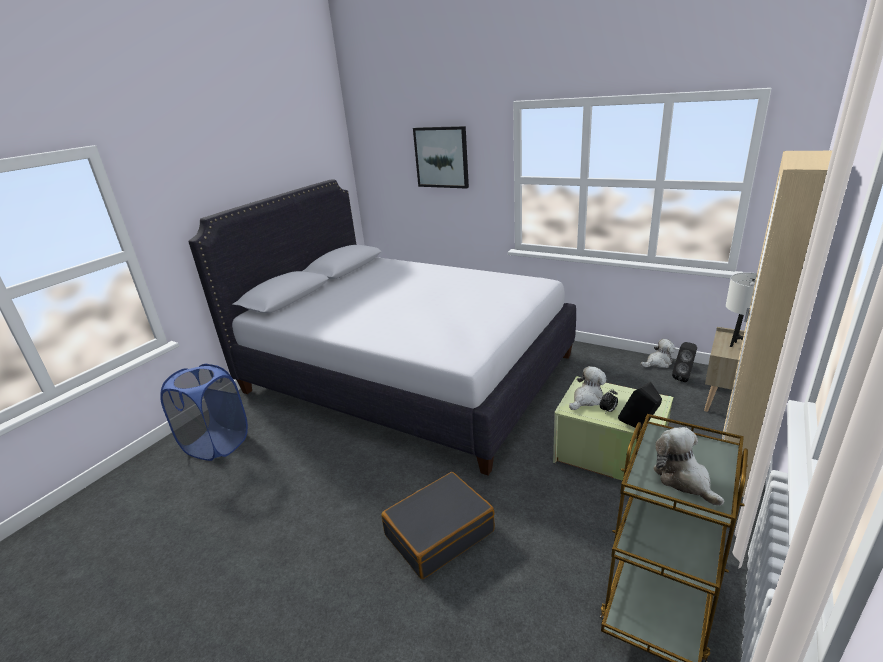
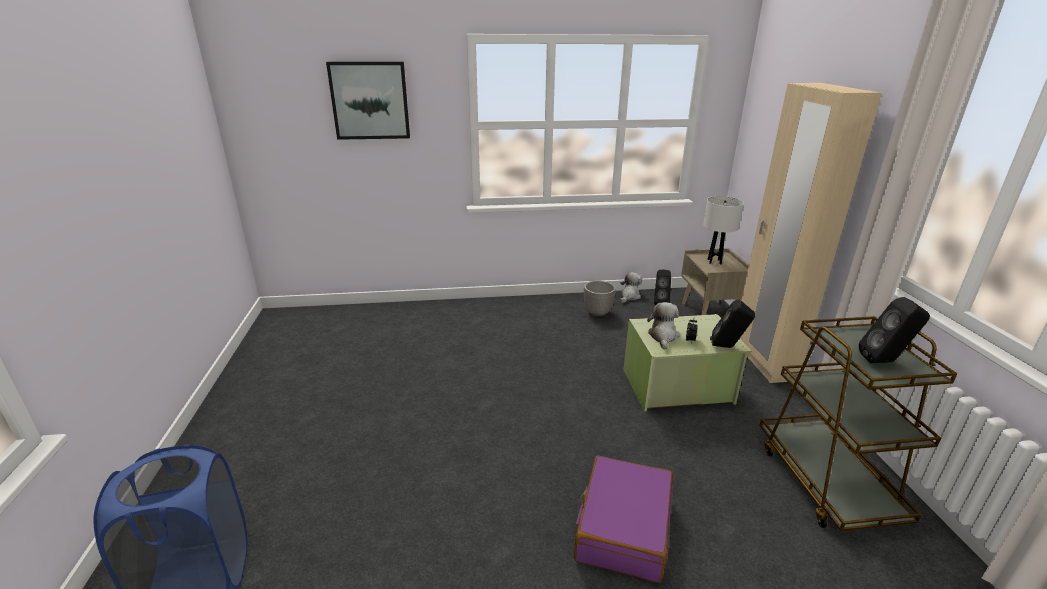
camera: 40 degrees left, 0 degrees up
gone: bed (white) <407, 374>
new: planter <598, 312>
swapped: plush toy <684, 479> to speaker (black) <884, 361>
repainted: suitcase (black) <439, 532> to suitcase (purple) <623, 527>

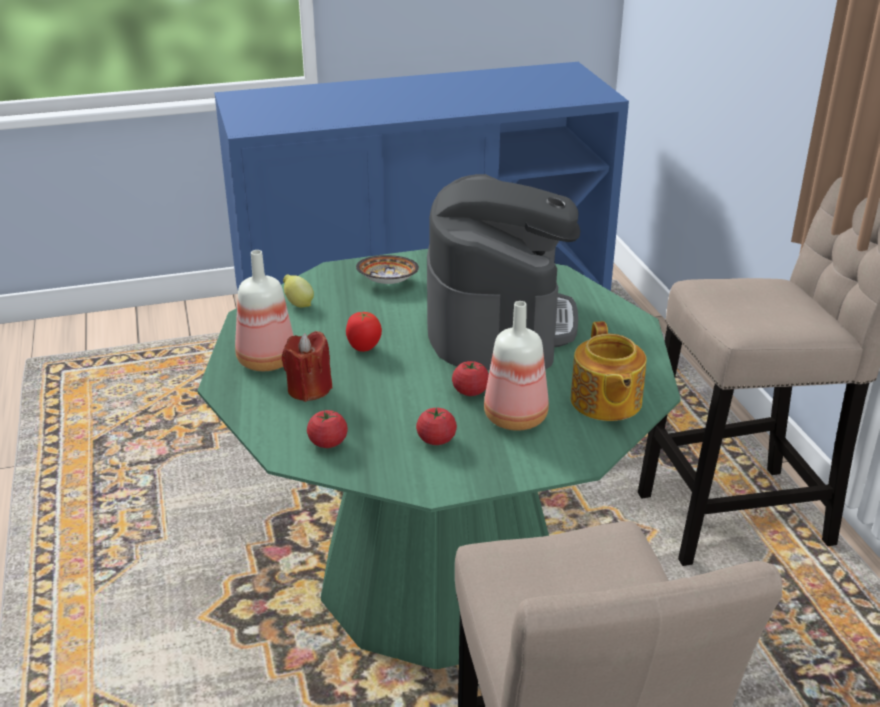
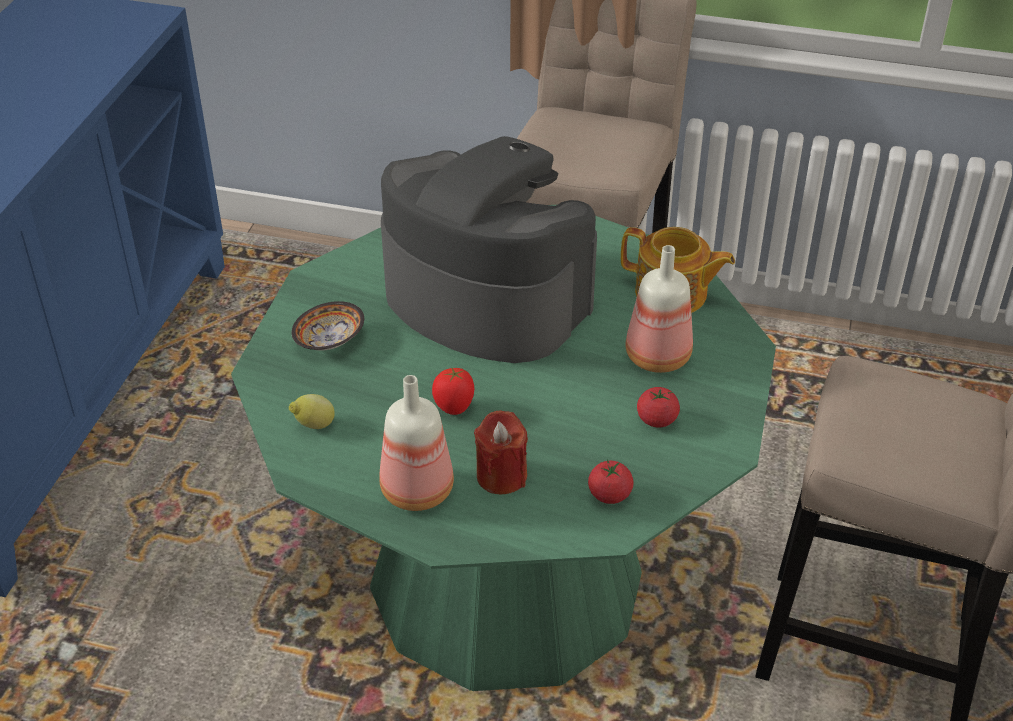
camera: 60 degrees left, 10 degrees up
gone: tomato <470, 391>

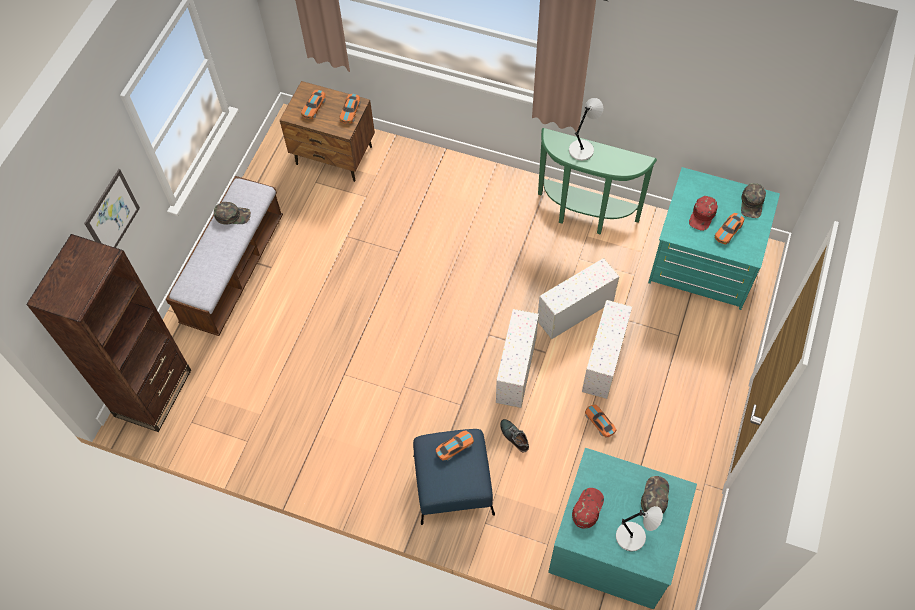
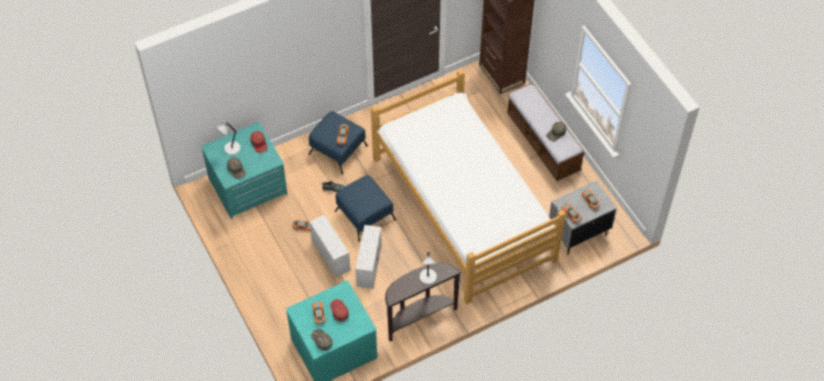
camera: 130 degrees right, 5 degrees down
gone: picture <112, 215>
new: bed <462, 209>
swapped: storage box (white) <516, 371> to ottoman (blue) <365, 215>
repainted: nightstand (brown) <334, 156> to nightstand (grey) <578, 232>; console table (green) <585, 216> to console table (brown) <418, 317>

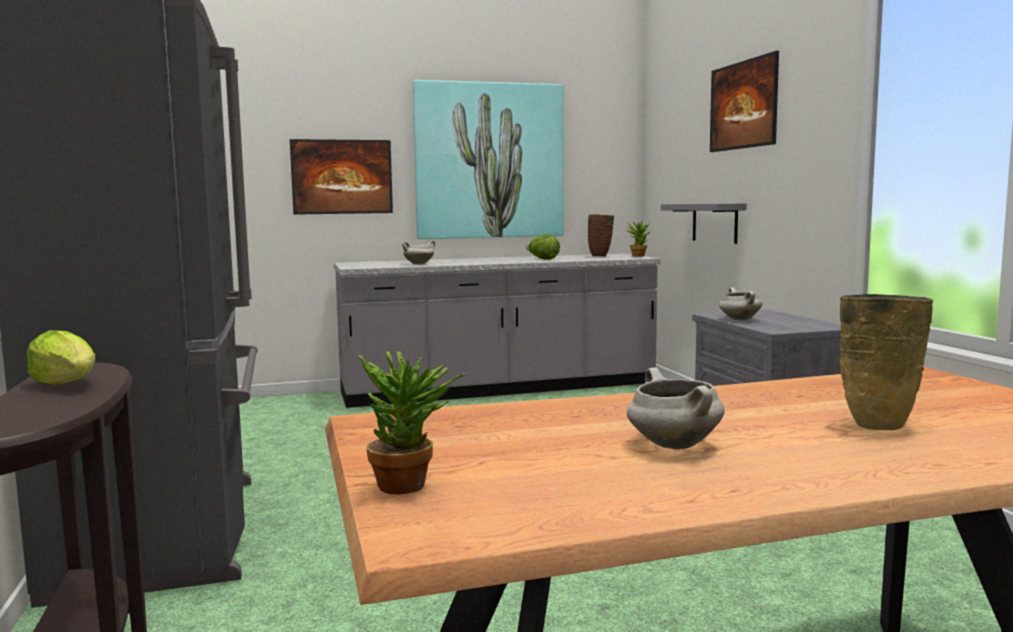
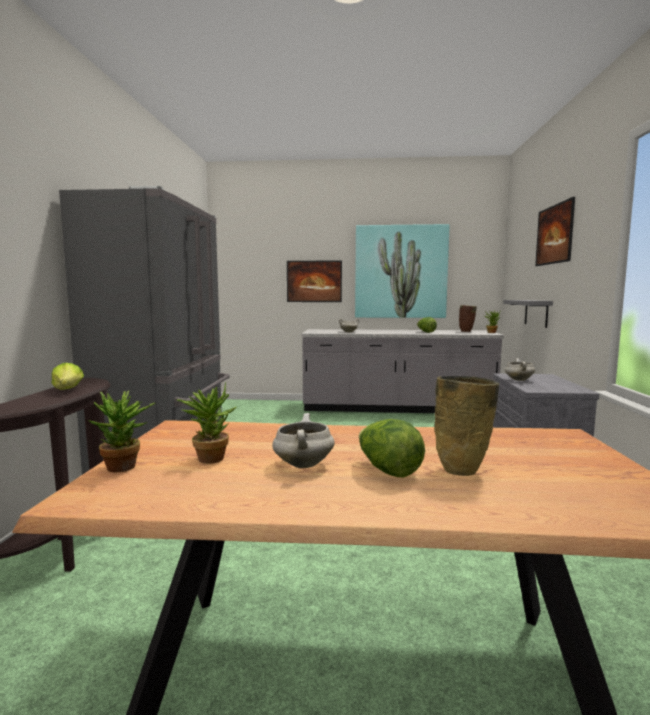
camera: 20 degrees right, 0 degrees up
new: potted plant <209, 457>; lettuce <388, 471>

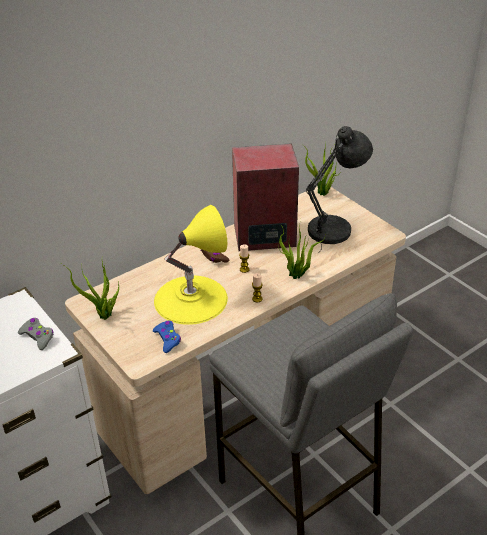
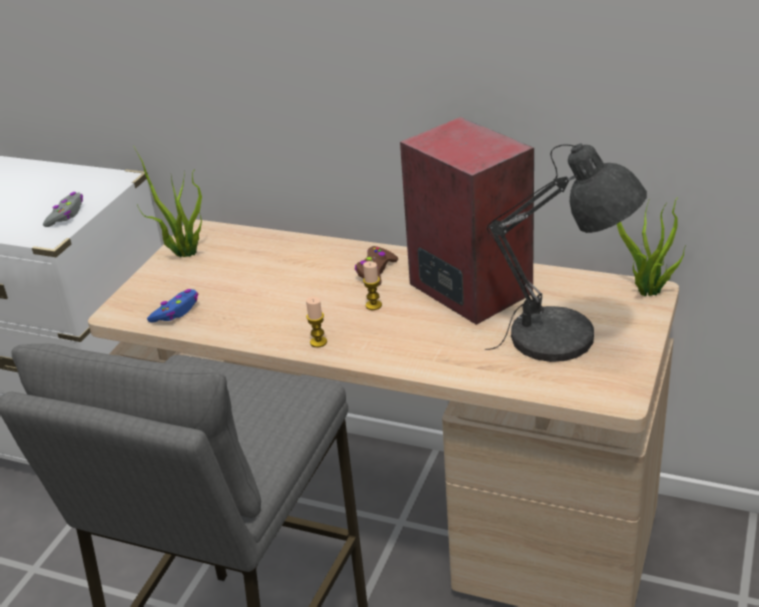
camera: 60 degrees right, 5 degrees down
gone: table lamp (yellow) <191, 299>; potted plant <297, 276>

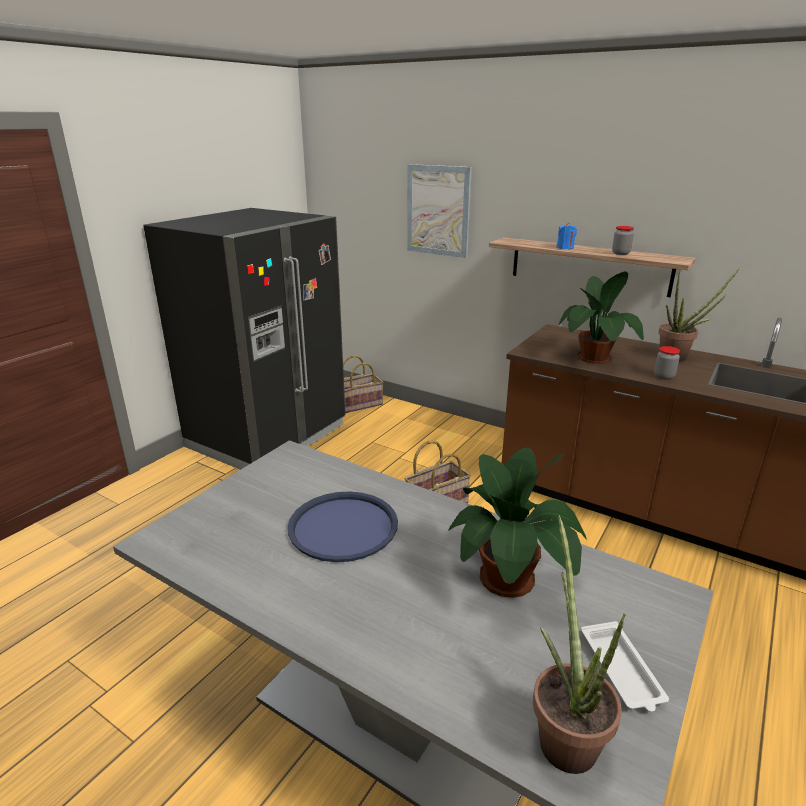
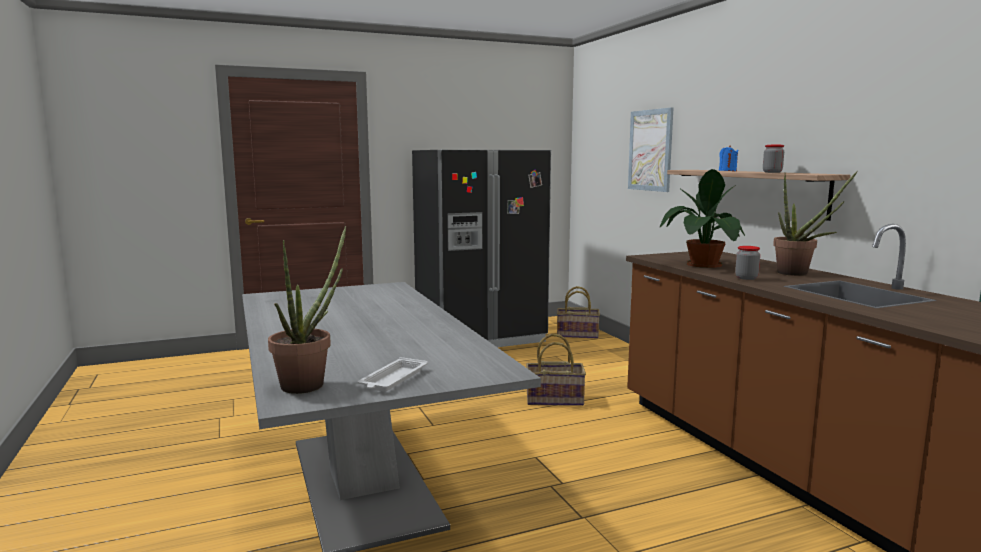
camera: 35 degrees right, 15 degrees down
gone: tray (blue) <343, 527>; potted plant <510, 581>

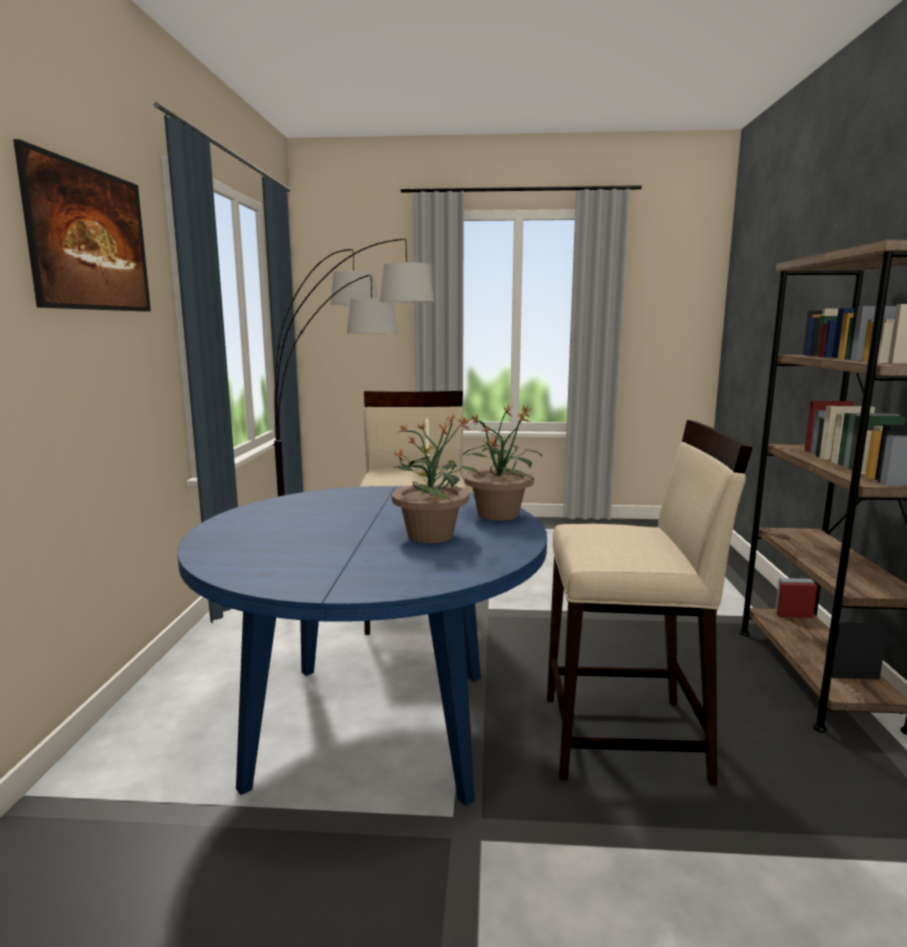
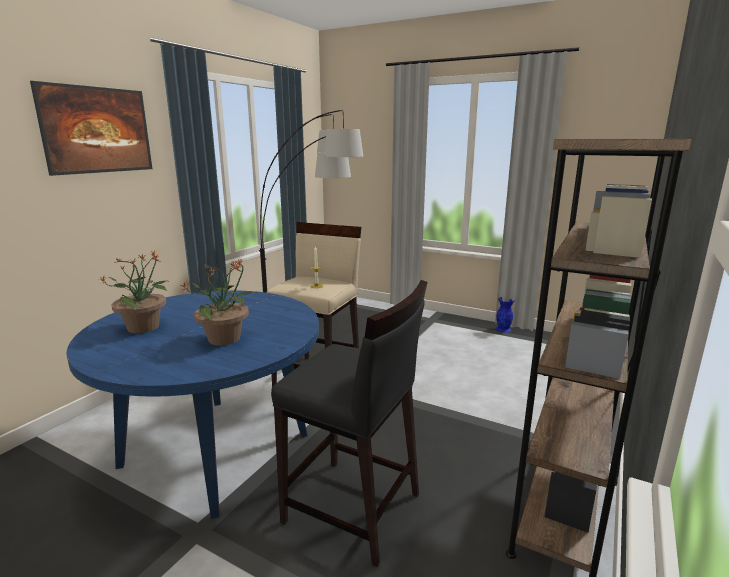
camera: 25 degrees right, 5 degrees up
new: vase (blue) <503, 329>
shifted: potted plant <498, 514> to <144, 327>
repainted: stool (beige) <625, 738> to stool (black) <353, 509>

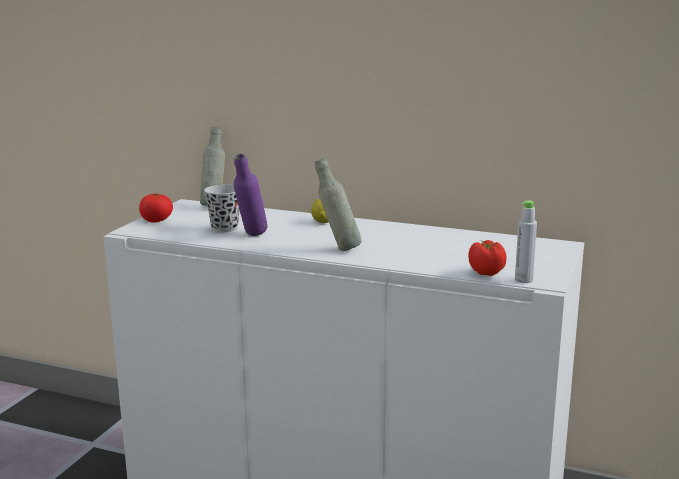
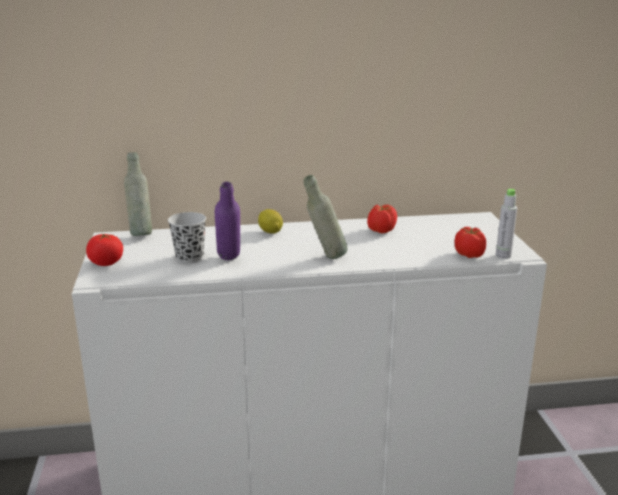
camera: 30 degrees left, 5 degrees up
new: tomato <381, 230>

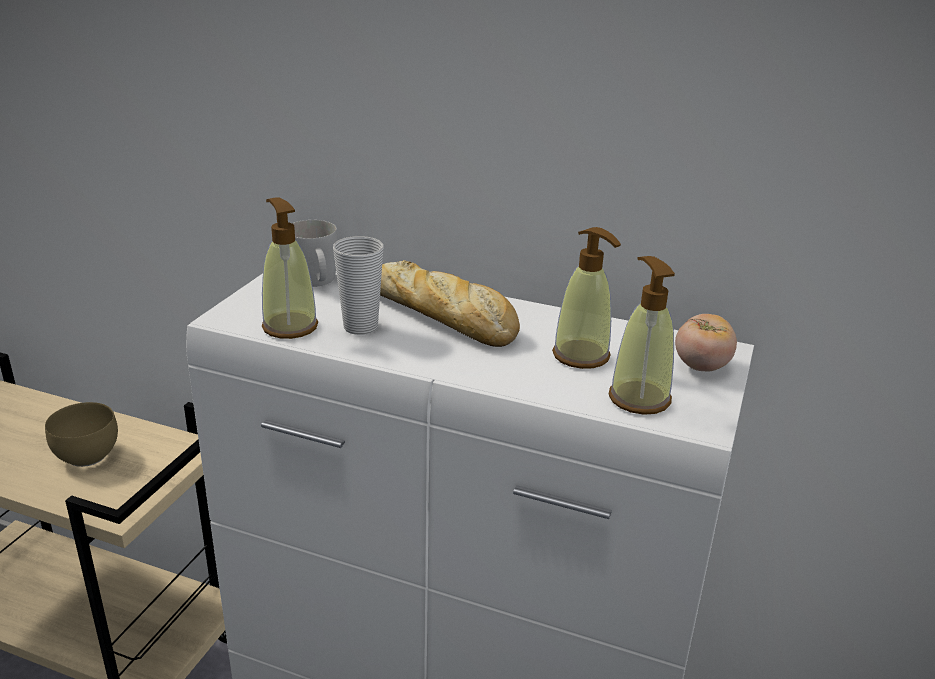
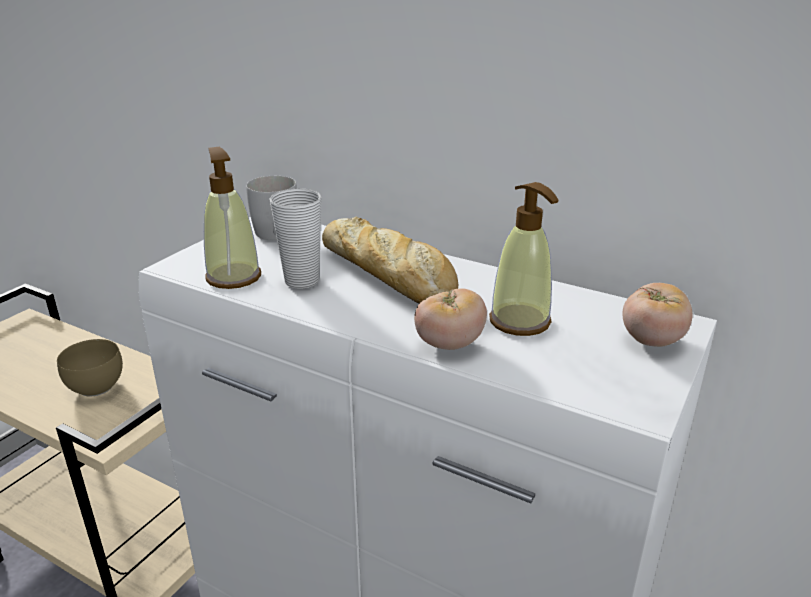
camera: 10 degrees right, 0 degrees up
gone: soap dispenser <639, 398>
new: tomato <449, 344>

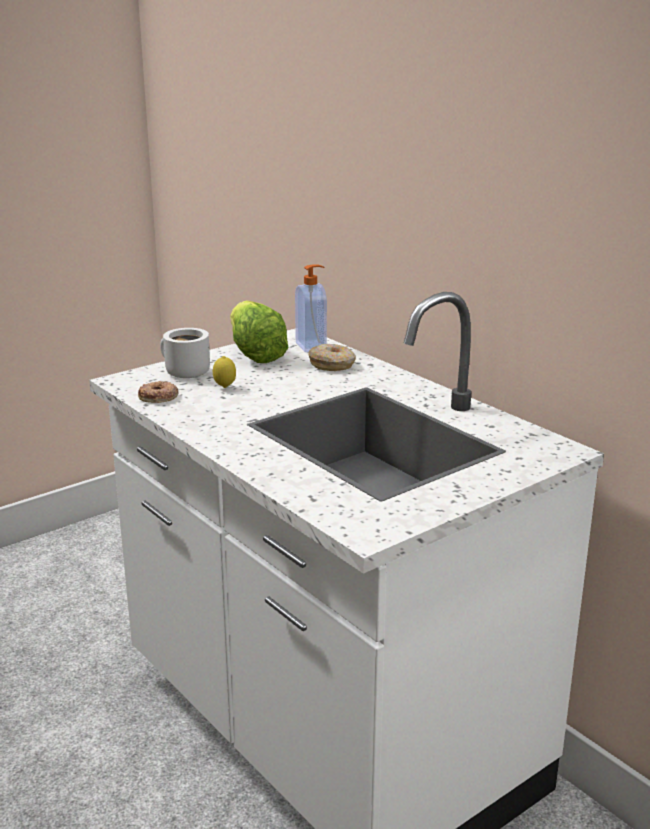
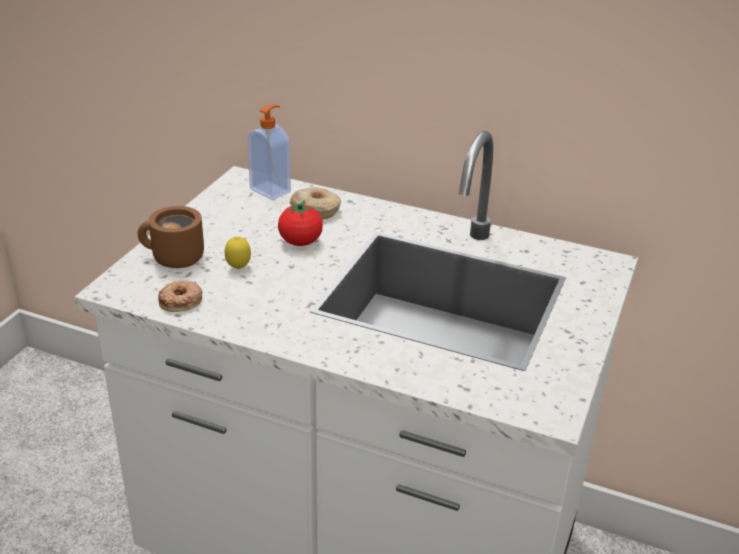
camera: 30 degrees left, 10 degrees up
gone: lettuce <255, 353>
new: tomato <300, 242>
repainted: mug (white) <183, 373> to mug (brown) <173, 259>

